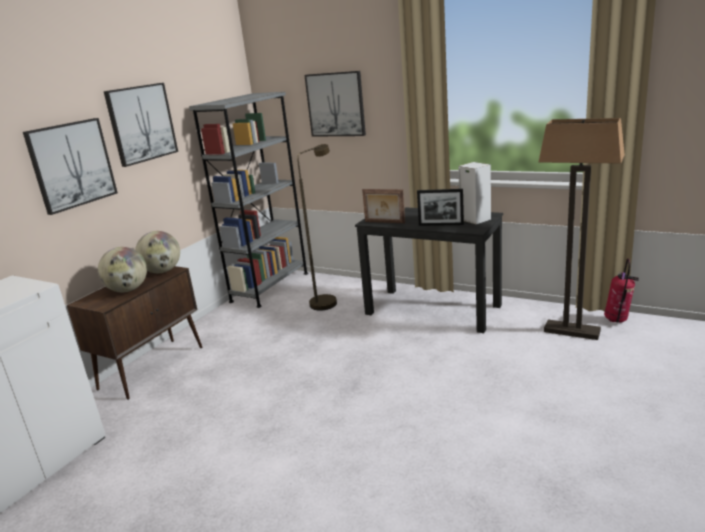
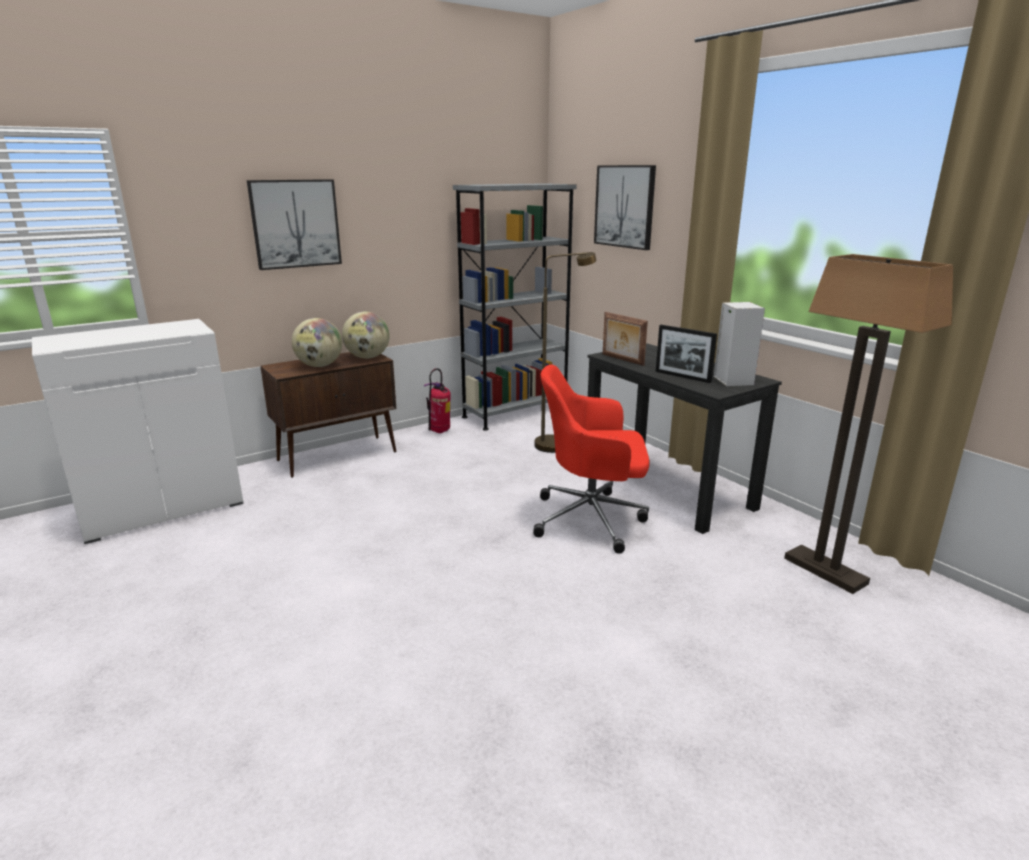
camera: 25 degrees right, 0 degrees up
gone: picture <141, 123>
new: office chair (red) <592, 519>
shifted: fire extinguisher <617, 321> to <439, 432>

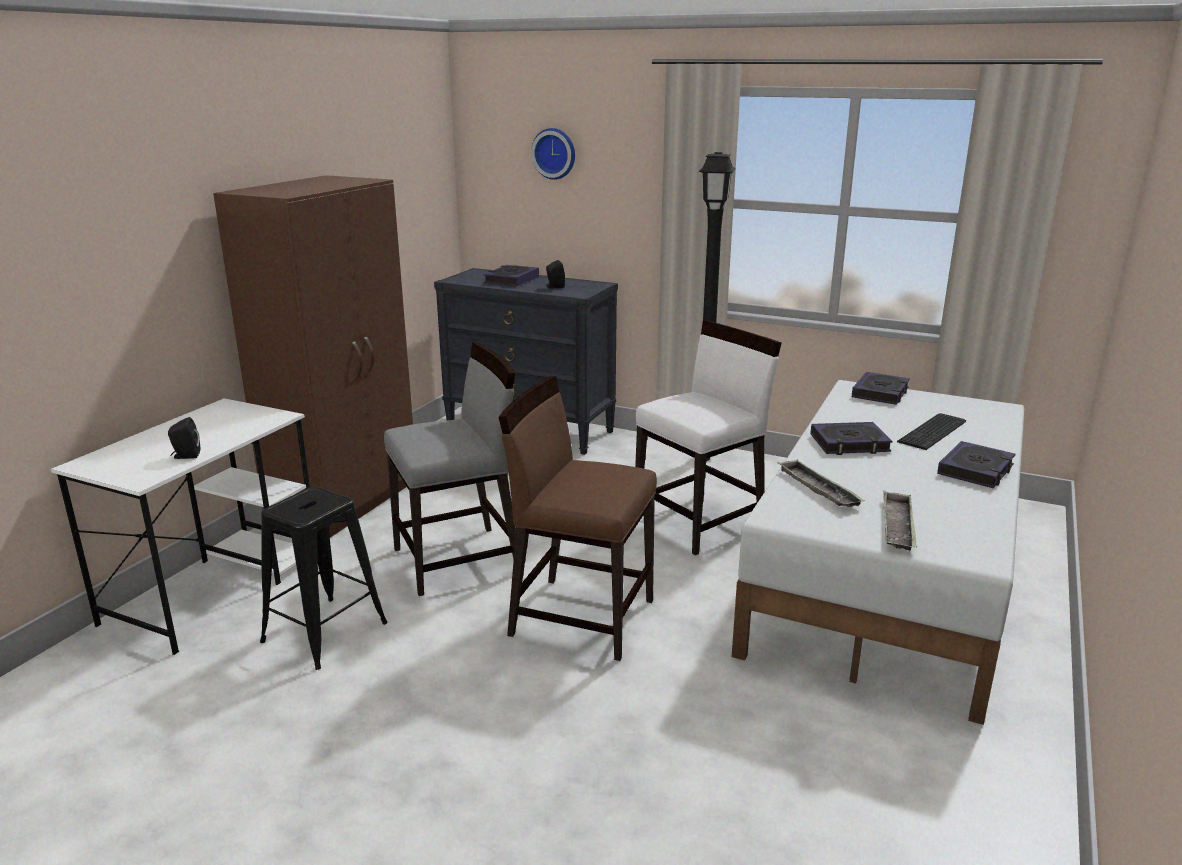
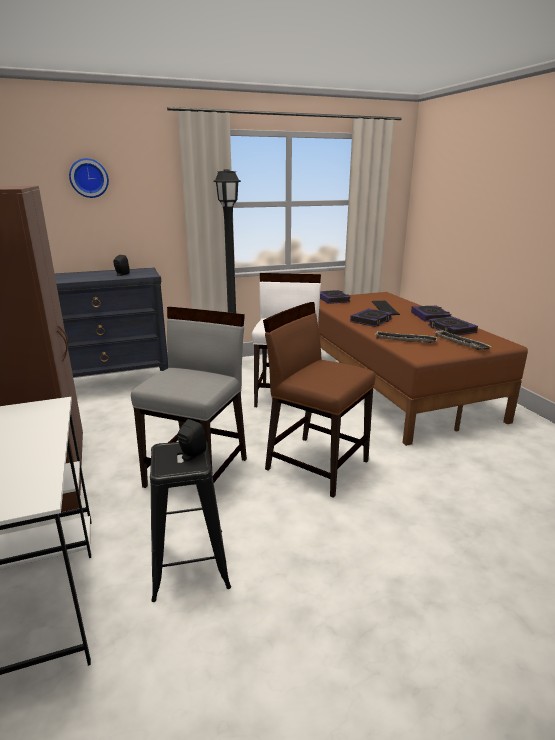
camera: 45 degrees left, 0 degrees up
shifted: speaker (black) <185, 456> to <191, 455>; book <511, 280> to <451, 329>
repainted: bed (white) <889, 573> to bed (brown) <391, 384>
rotated: chair (brown) <581, 616> = <316, 464> 60 degrees clockwise

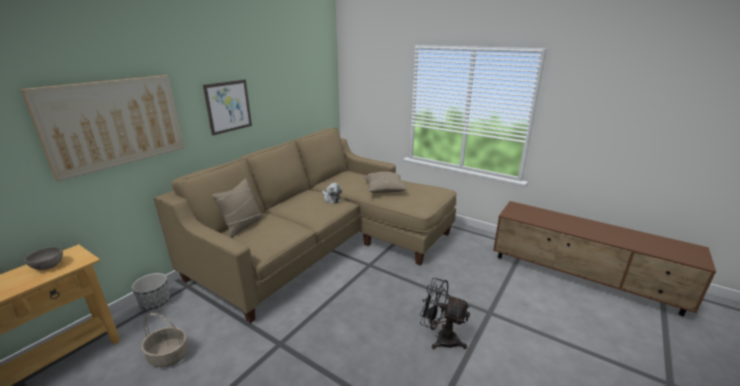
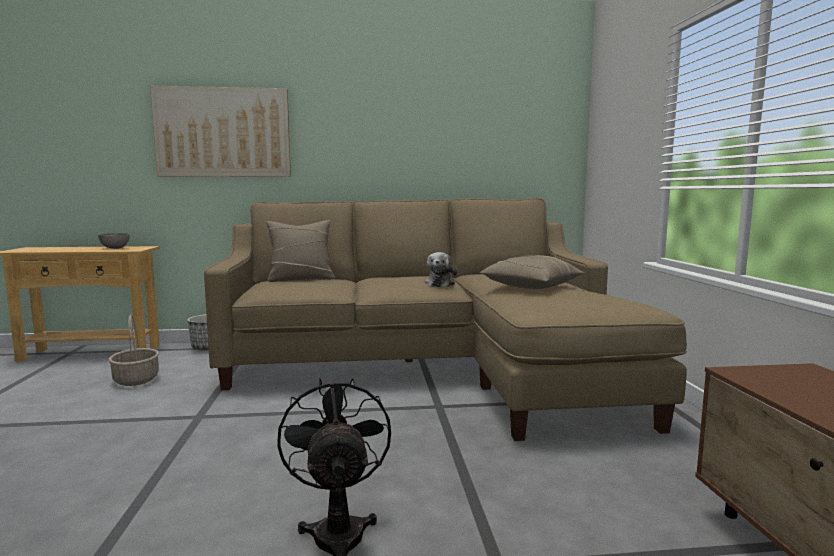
camera: 50 degrees right, 15 degrees down
gone: picture <228, 106>

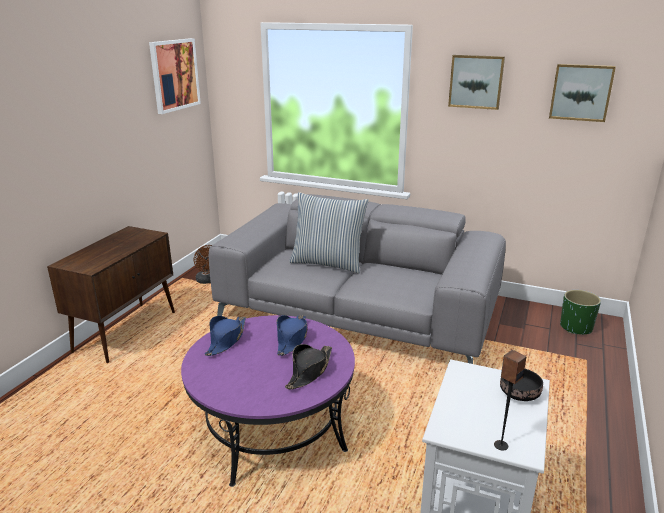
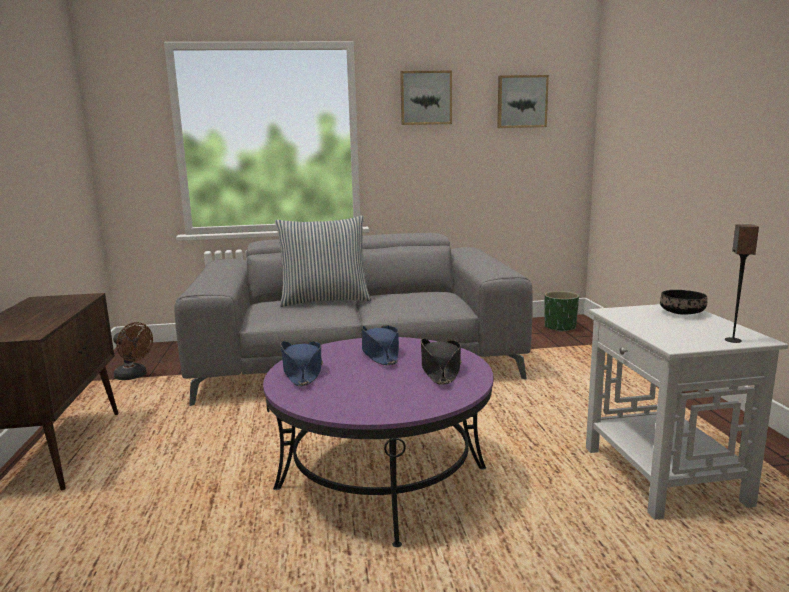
camera: 30 degrees left, 10 degrees down
gone: picture <174, 75>

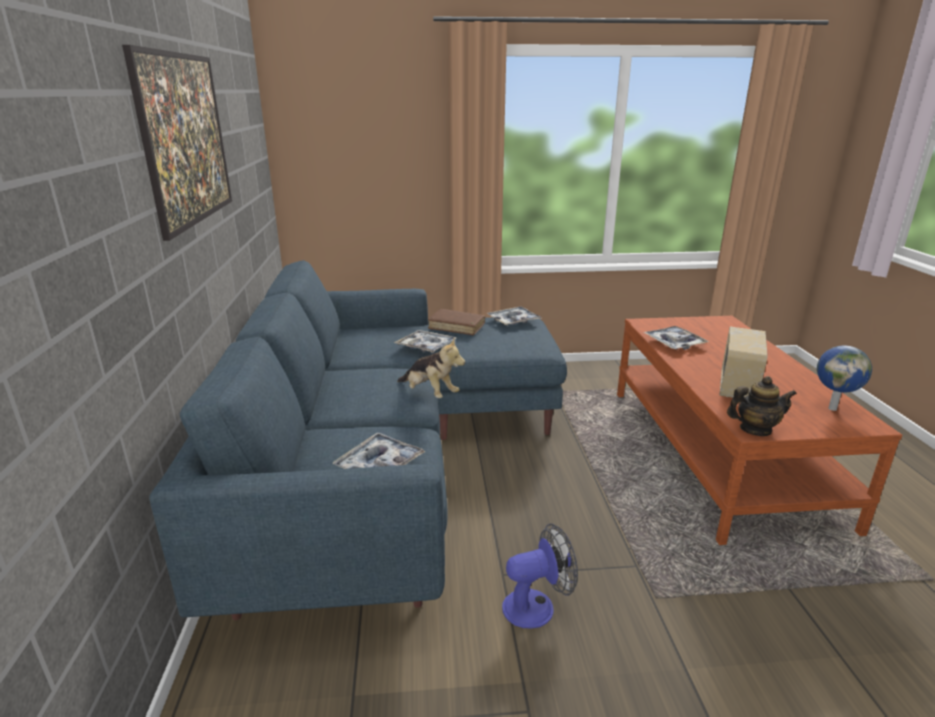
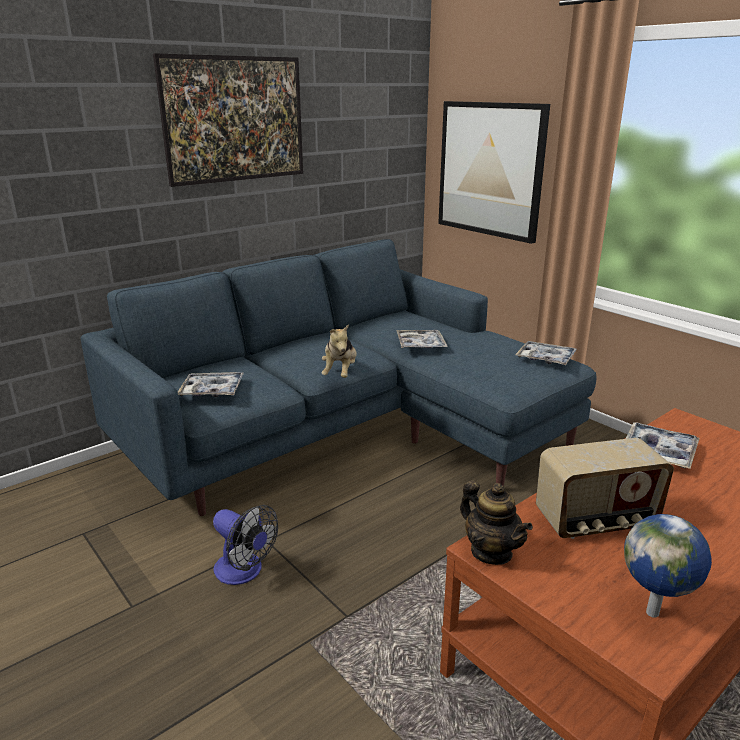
camera: 55 degrees right, 0 degrees up
gone: book (brown) <456, 327>
new: picture <490, 169>

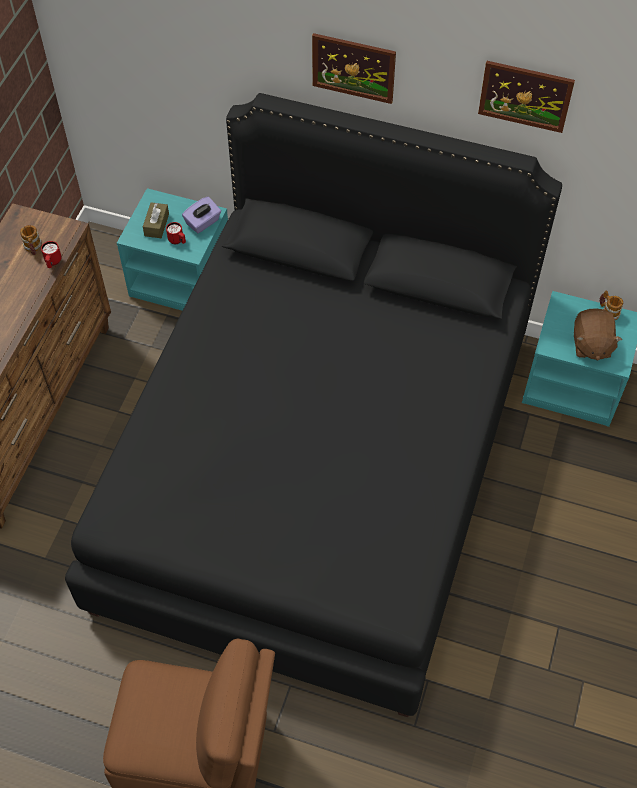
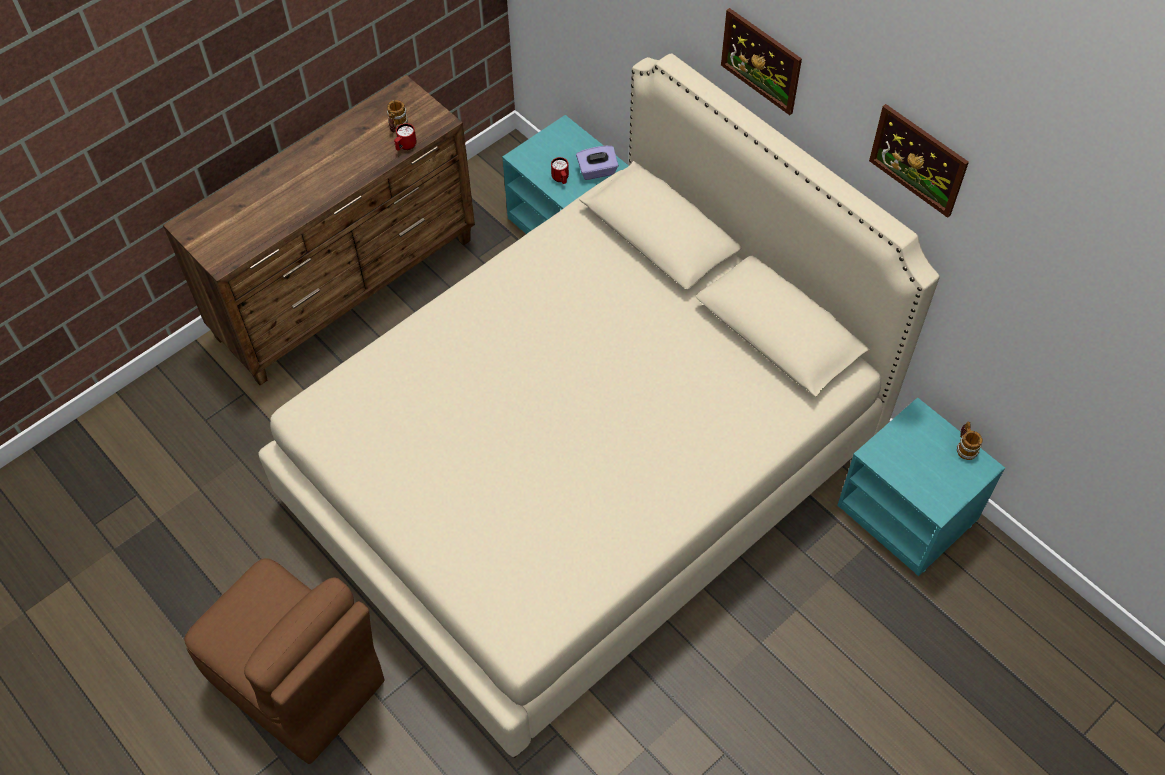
camera: 30 degrees right, 0 degrees up
gone: tissue box (brown) <156, 225>; plush toy (brown) <591, 345>
repainted: bed (black) <318, 468> to bed (beige) <584, 470>

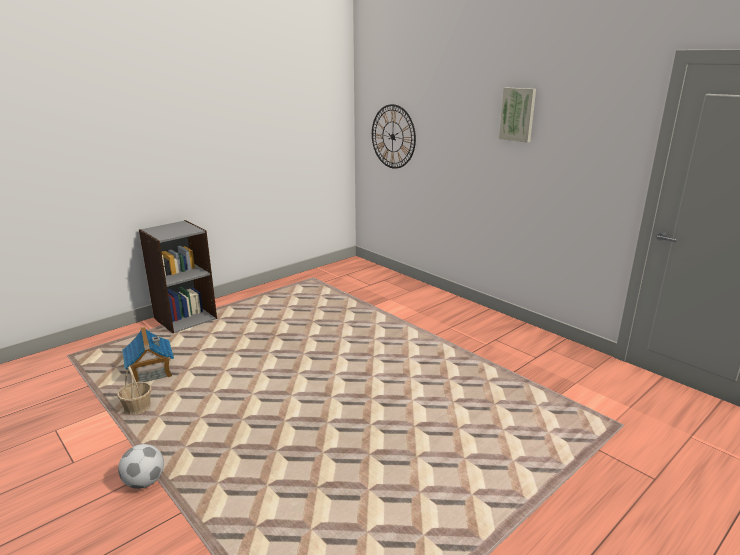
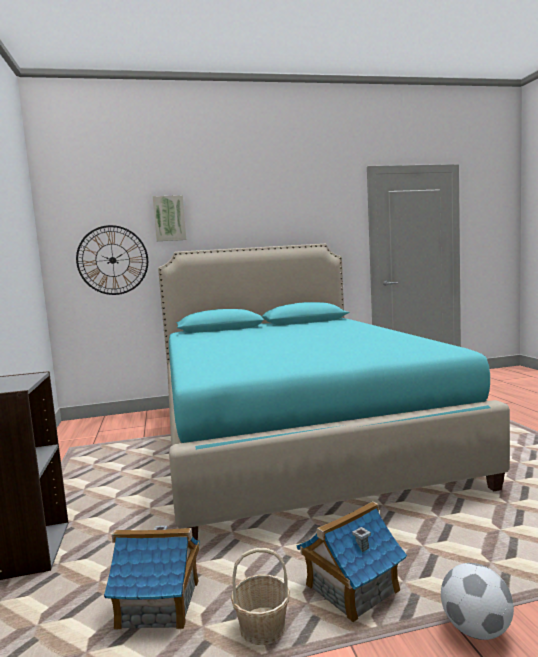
camera: 60 degrees left, 15 degrees down
new: bed (turquoise) <293, 439>; toy house <351, 589>
shifted: picture <518, 114> to <169, 218>

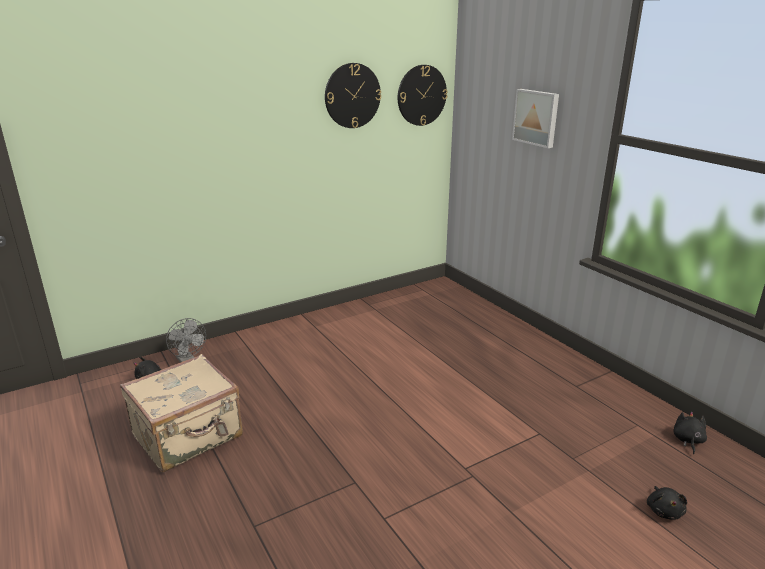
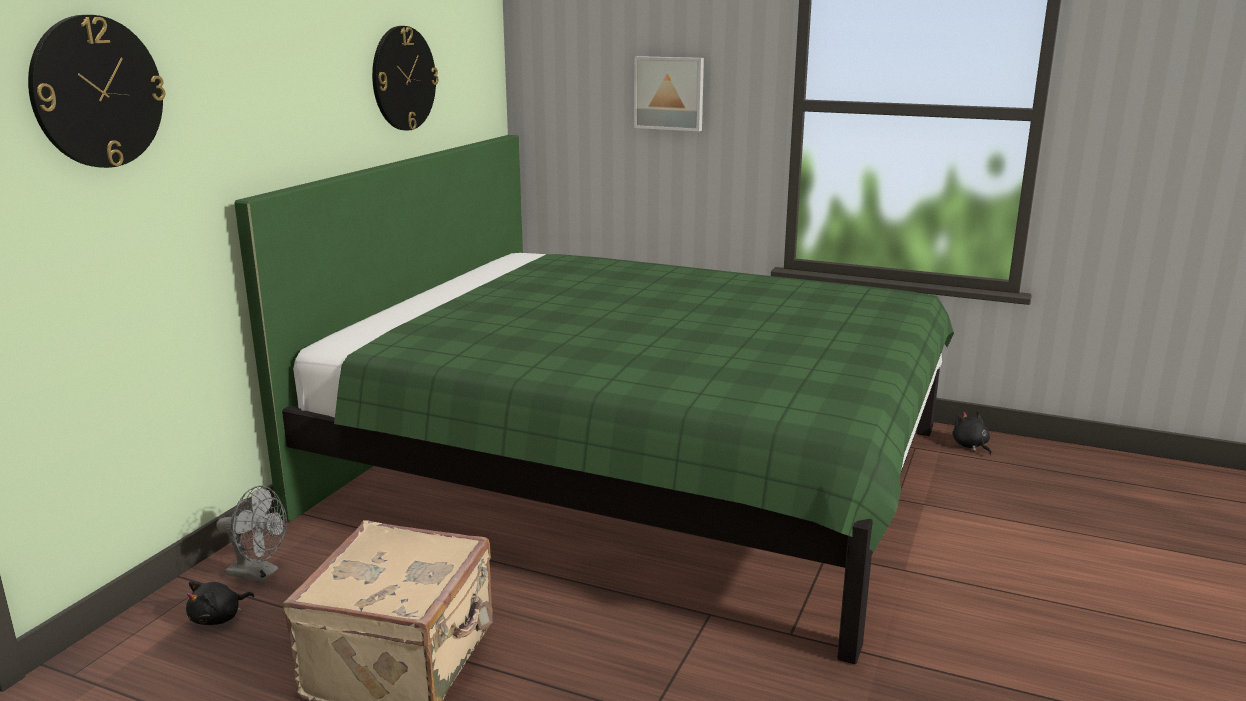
camera: 35 degrees left, 5 degrees down
gone: plush toy (black) <664, 510>
new: bed (green) <639, 470>
shifted: wall clock <421, 95> to <97, 92>

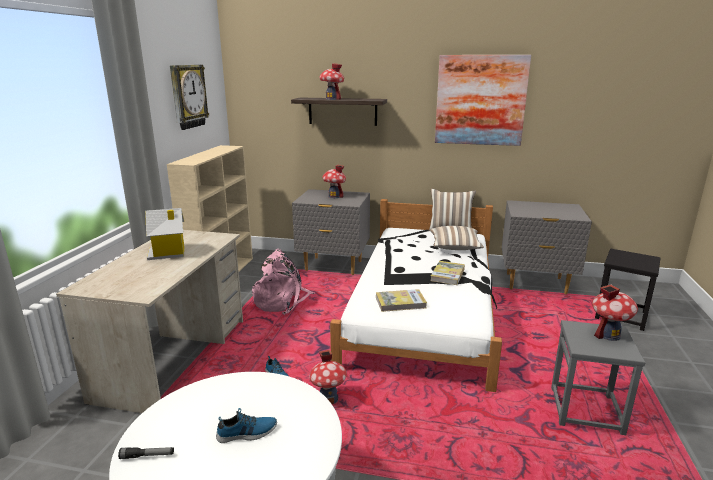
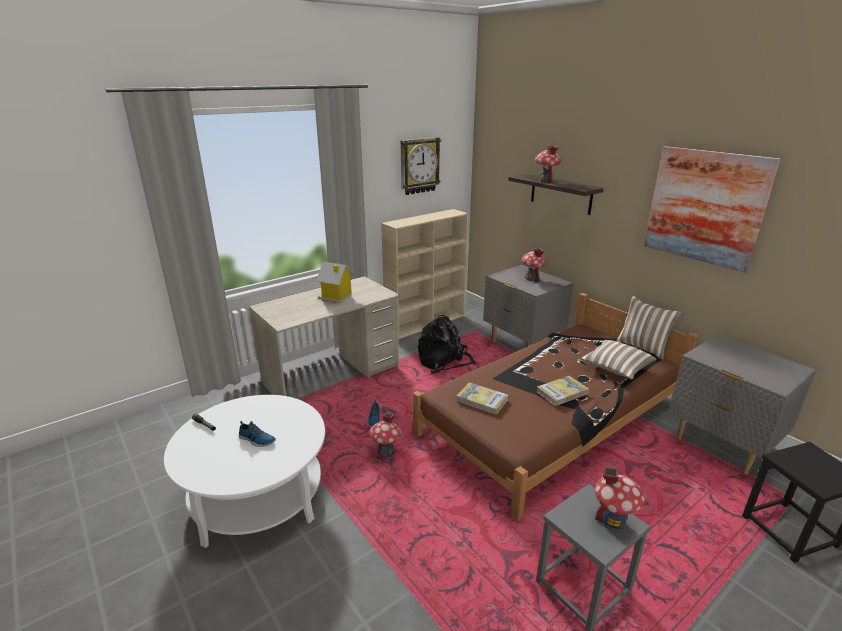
camera: 40 degrees right, 5 degrees up
repainted: backpack (pink) <282, 301> to backpack (black) <444, 361>; bed (white) <423, 310> to bed (brown) <551, 419>

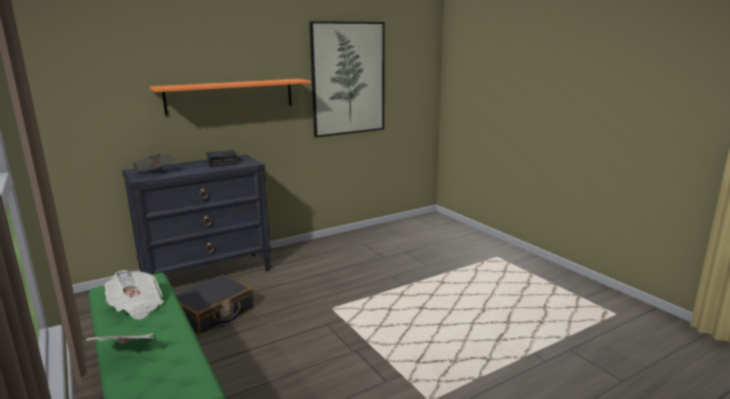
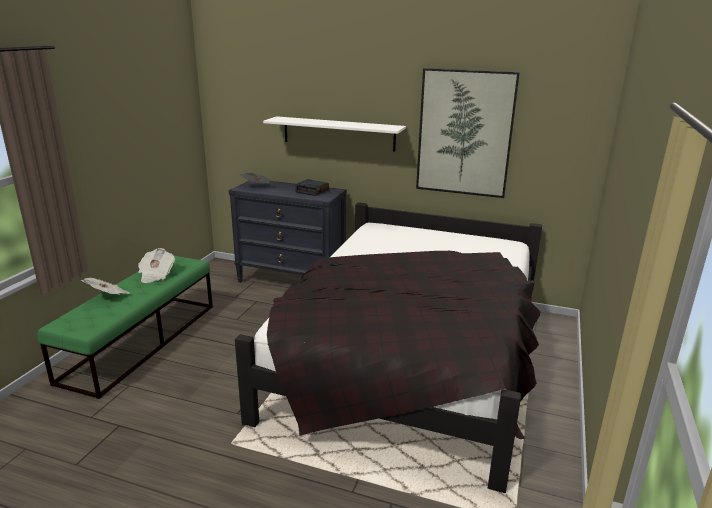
camera: 50 degrees right, 5 degrees up
gone: suitcase (black) <213, 313>
new: bed (black) <410, 359>
repainted: shelf (orange) <230, 96> to shelf (white) <338, 133>

